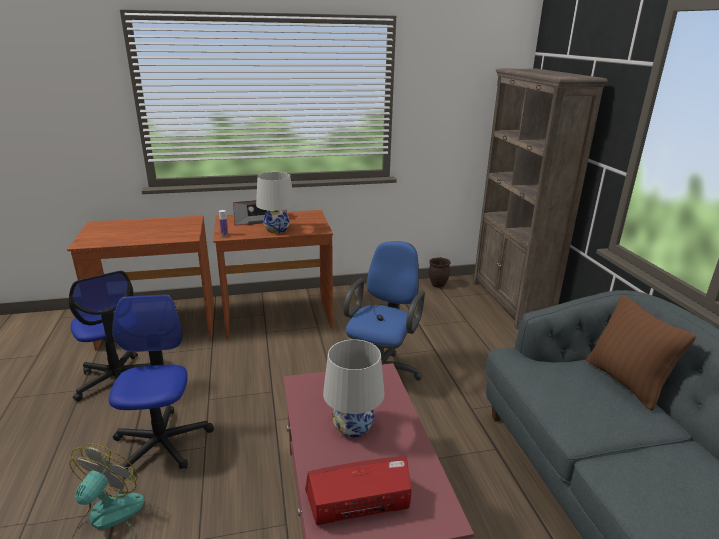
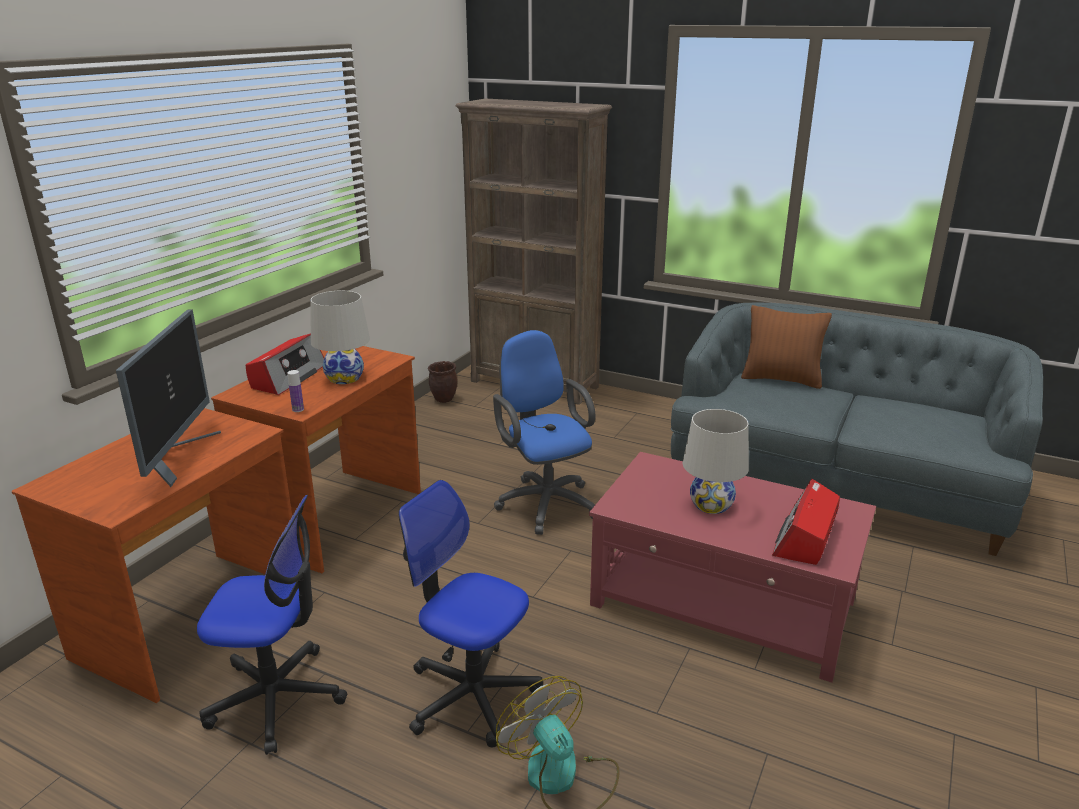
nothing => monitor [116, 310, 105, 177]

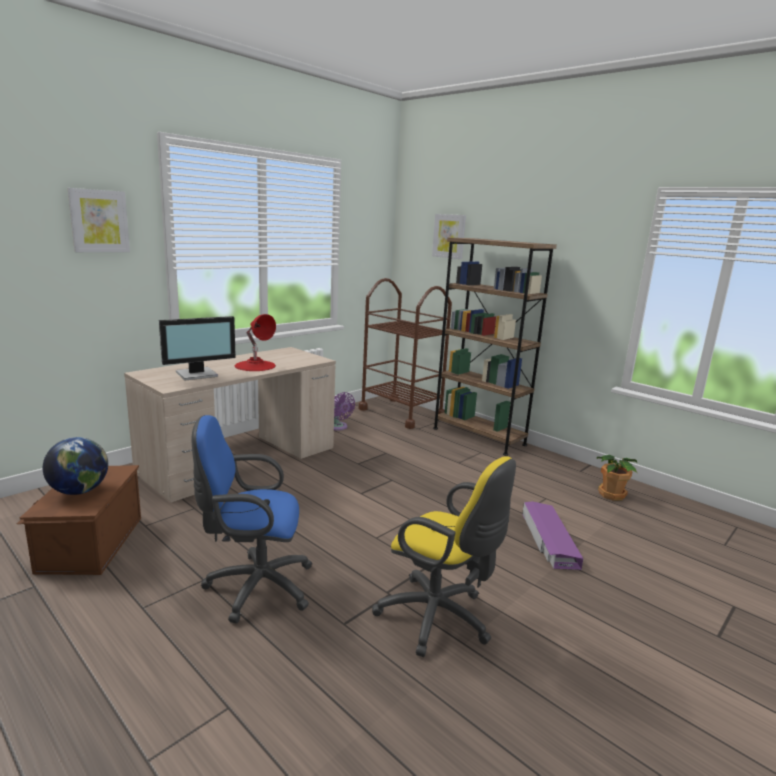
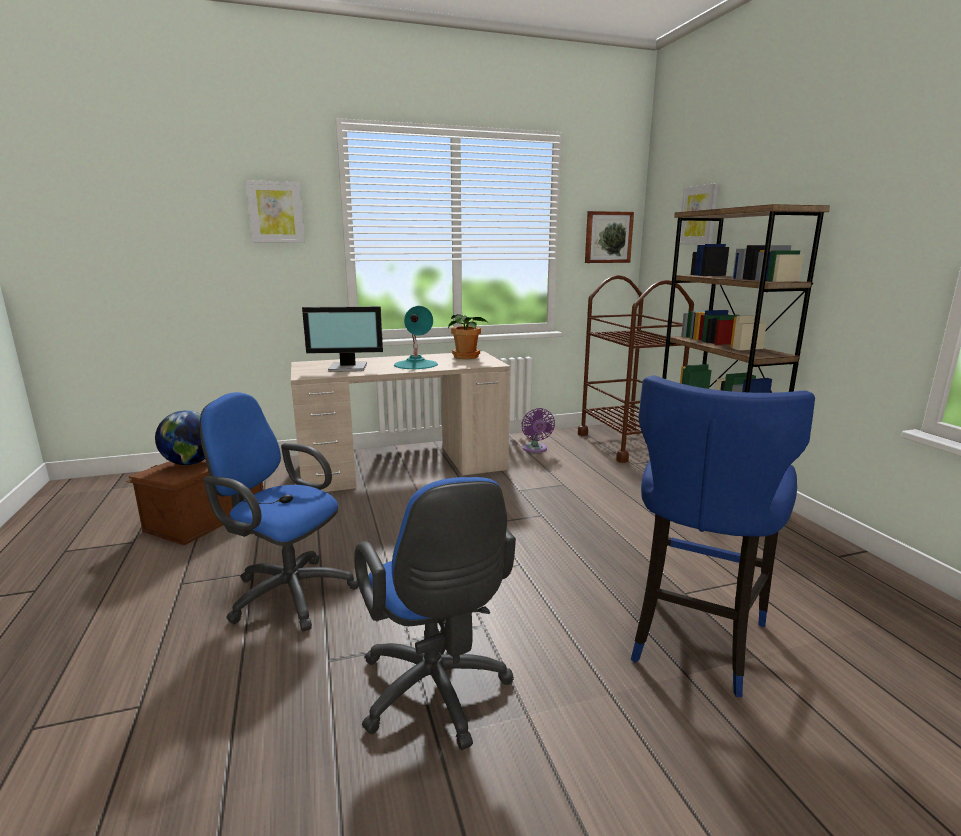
nothing => obraz [585, 211, 49, 52]
roślina doniczkowa [597, 455, 40, 46] => roślina doniczkowa [448, 314, 40, 45], shifted
pojemnik do przechowywania [fioletowy] [522, 501, 61, 69] => stołek [niebieski] [631, 375, 184, 322]
lampa stołowa [czerwony] [235, 314, 41, 57] => lampa stołowa [turkusowy] [394, 306, 44, 63]
krzesło biurowe [żółty] [372, 456, 144, 201] => krzesło biurowe [niebieski] [354, 477, 162, 273]

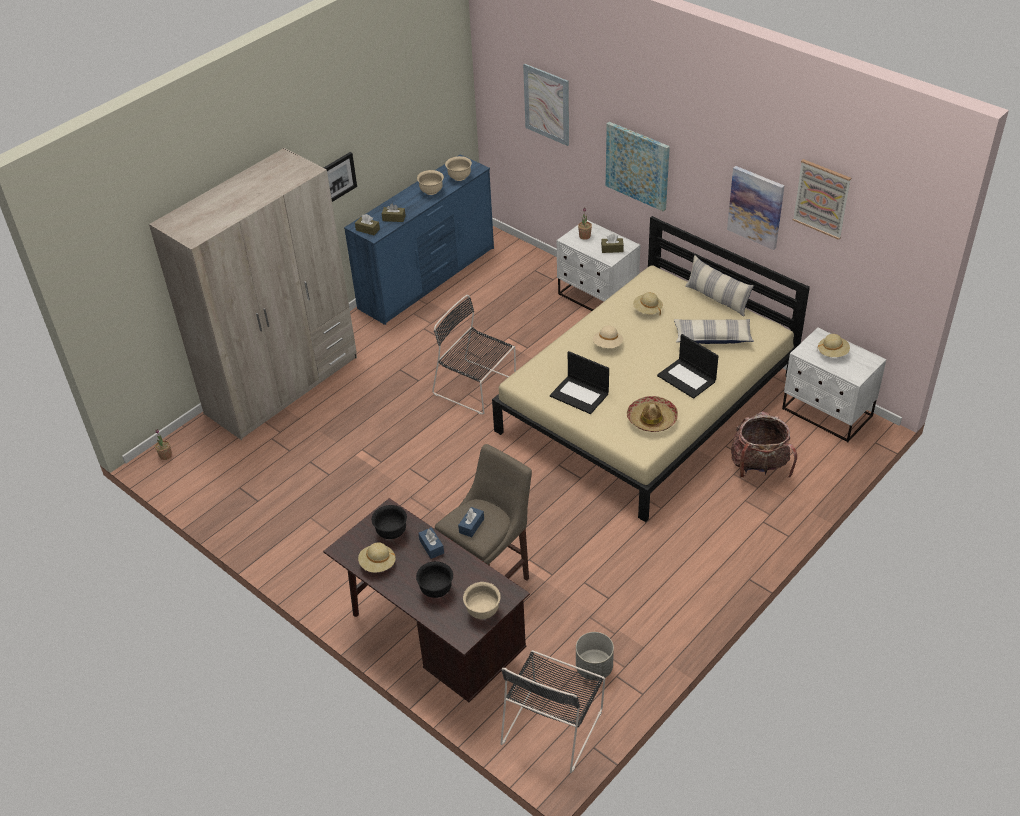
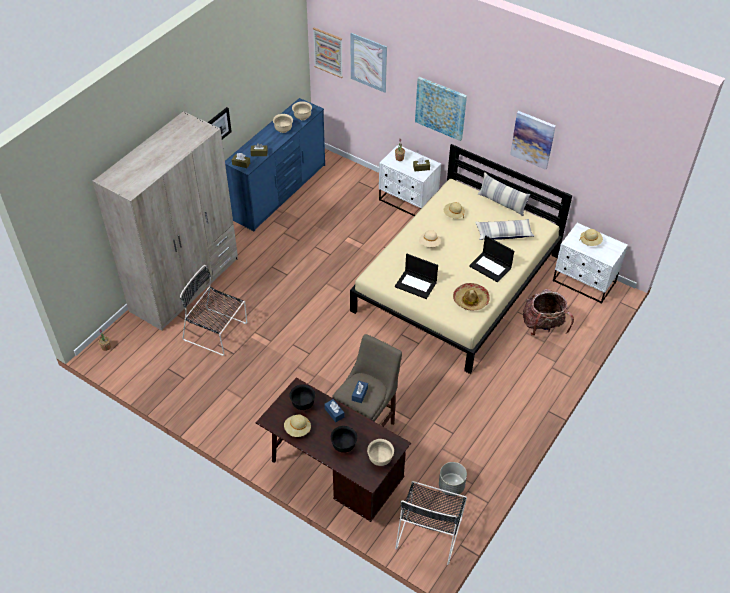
krzesło [czarny] [432, 295, 84, 119] => krzesło [czarny] [180, 265, 67, 91], shifted
obraz [793, 159, 58, 81] => obraz [313, 27, 30, 51], shifted

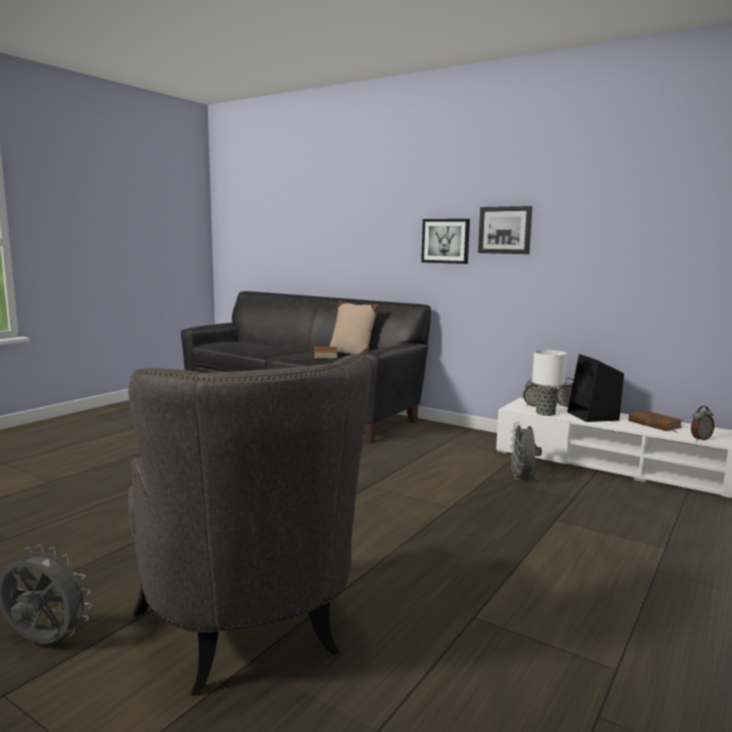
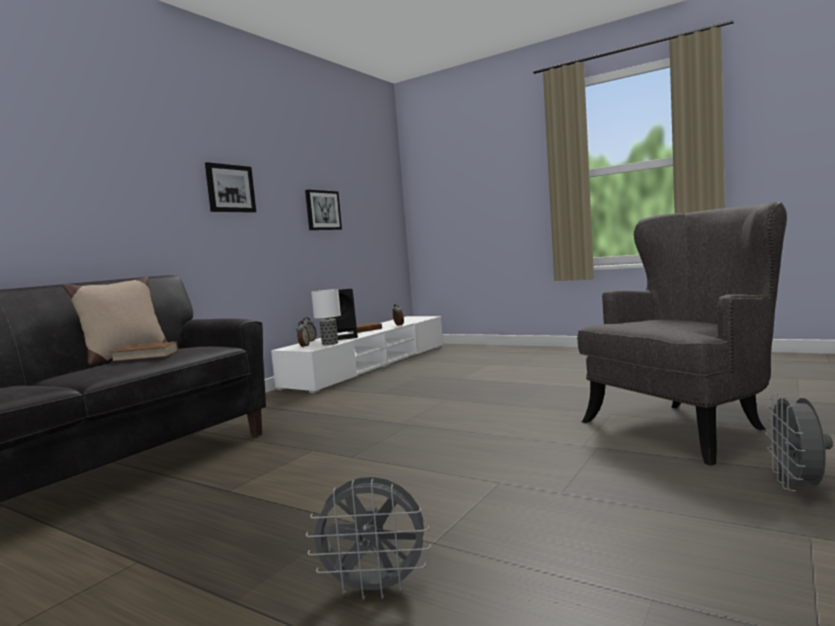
obraz [421, 219, 49, 45] => obraz [305, 190, 37, 40], shifted
wentylator [szary] [510, 422, 32, 58] => wentylator [szary] [306, 477, 125, 123], shifted

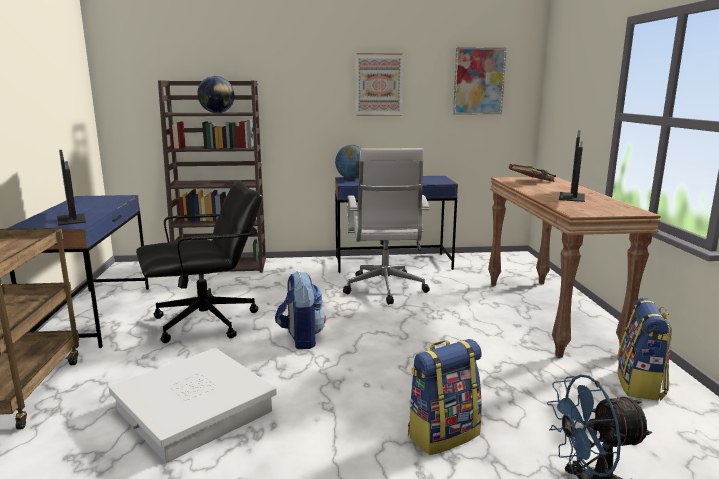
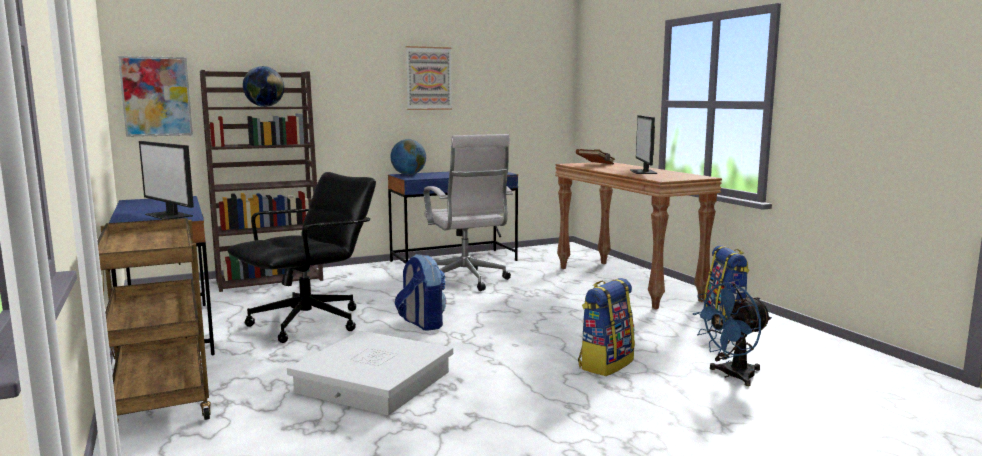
obraz [453, 47, 54, 67] => obraz [118, 56, 75, 81], shifted

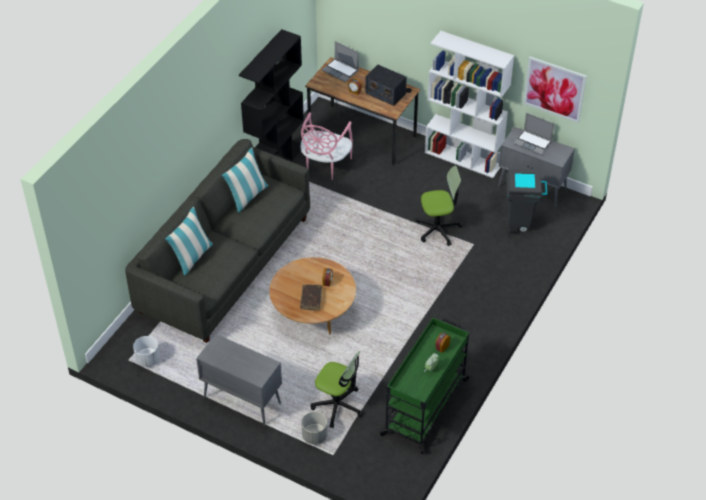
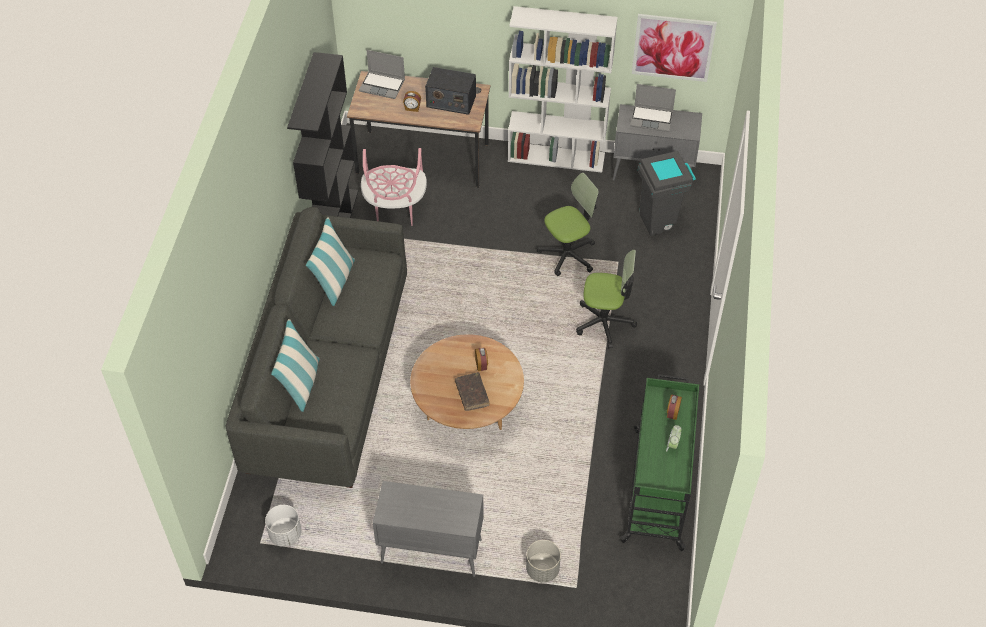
krzesło biurowe [311, 351, 52, 77] => krzesło biurowe [576, 250, 61, 98], shifted

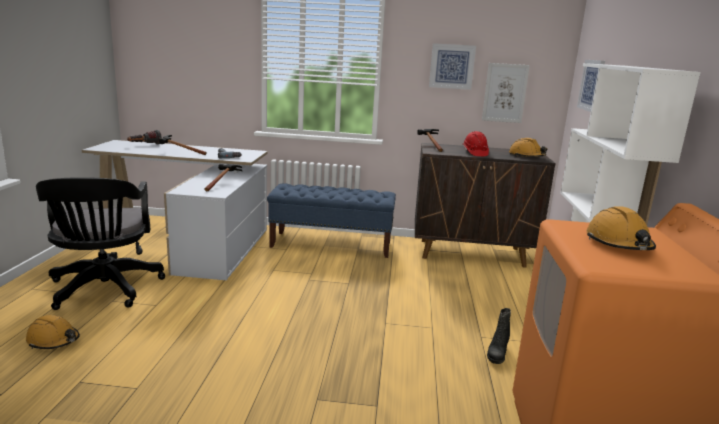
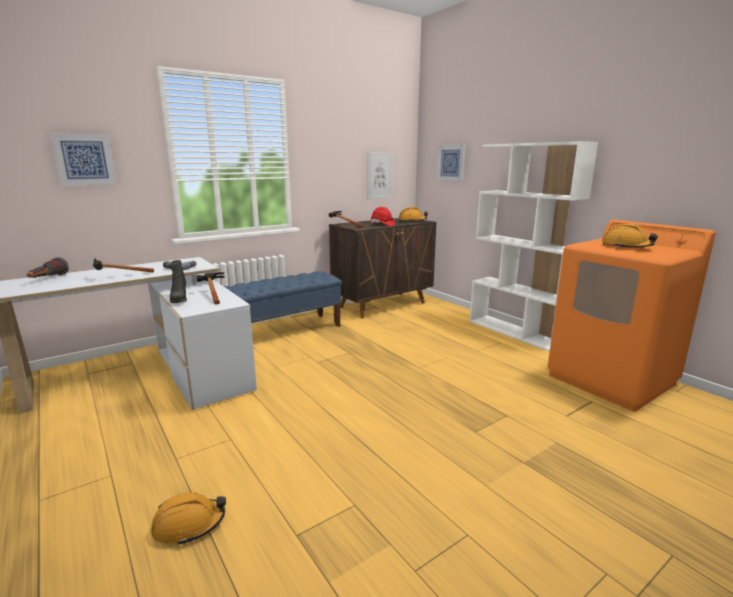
krzesło biurowe [czarny] [36, 177, 129, 133] => nothing
obraz [429, 43, 47, 47] => obraz [50, 133, 67, 53], shifted
but z cholewką [czarny] [487, 308, 24, 56] => but z cholewką [czarny] [170, 260, 17, 43], shifted

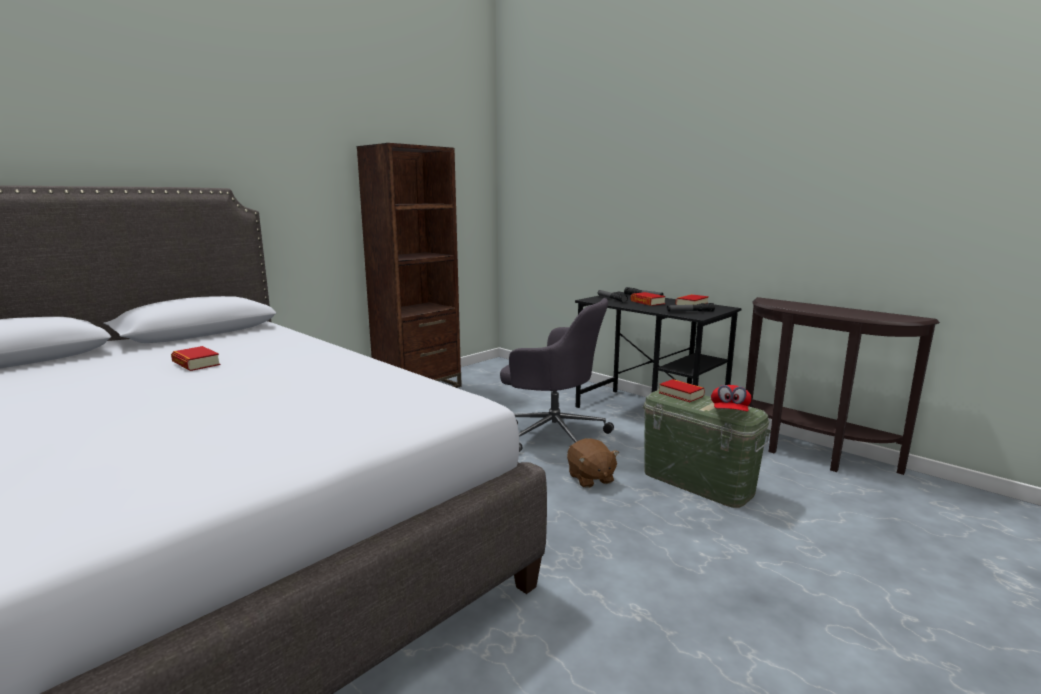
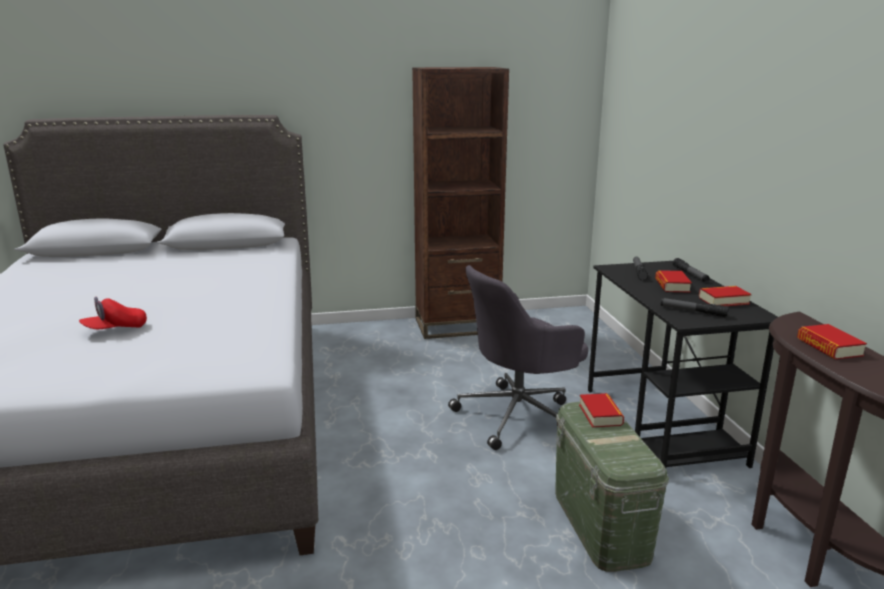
pluszak [brązowy] [567, 438, 52, 50] => nothing
książka [171, 346, 50, 25] => książka [797, 324, 70, 36], shifted
czapka z daszkiem [czerwony] [711, 385, 41, 27] => czapka z daszkiem [czerwony] [79, 297, 68, 32], shifted
krzesło biurowe [szary] [500, 298, 114, 154] => krzesło biurowe [szary] [448, 265, 140, 185], 90 degrees clockwise

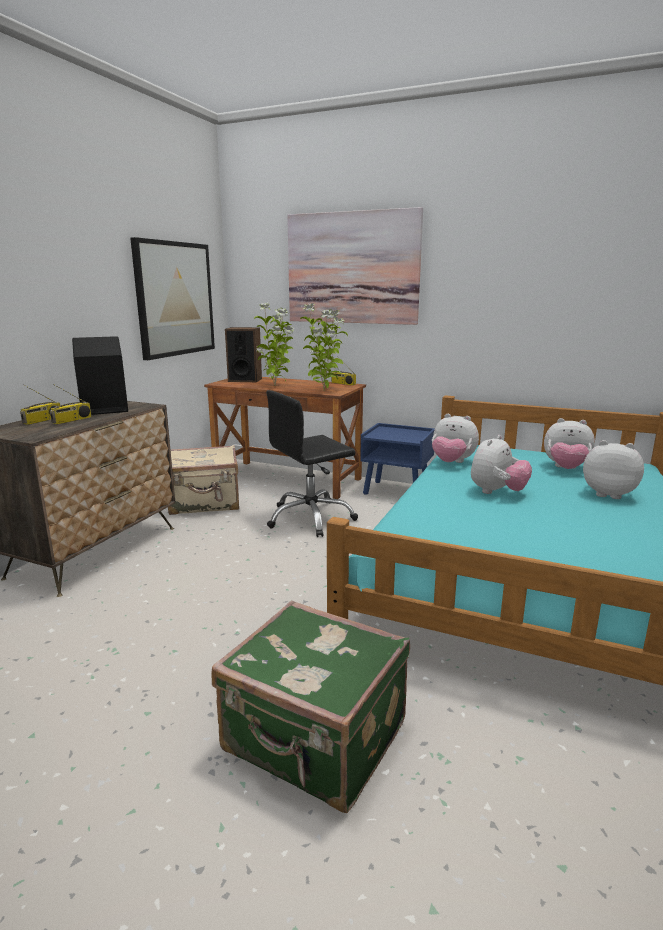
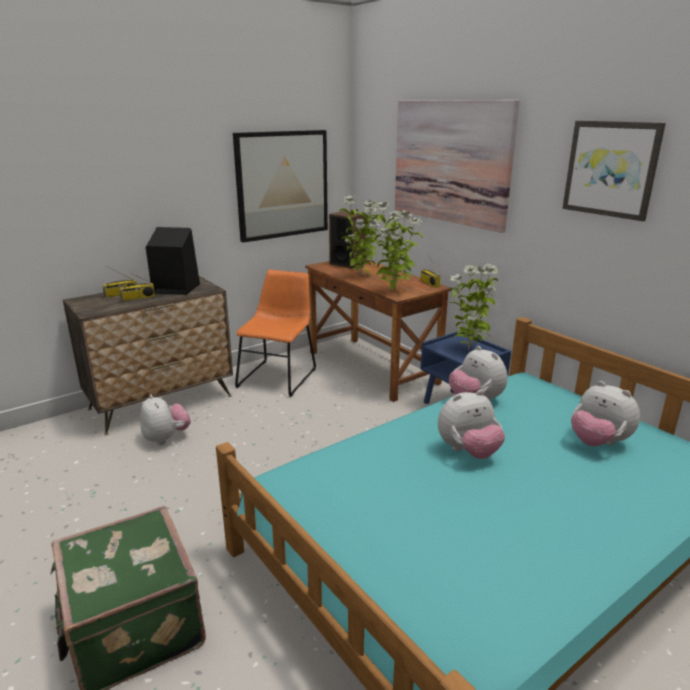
krzesło biurowe [czarny] [266, 390, 92, 147] => nothing
nothing => roślina doniczkowa [449, 264, 49, 87]
nothing => obraz [562, 121, 104, 100]
pluszak [583, 440, 61, 59] => pluszak [140, 394, 51, 51], shifted
walizka [beżowy] [168, 445, 71, 70] => krzesło [pomarańczowy] [235, 270, 81, 127]

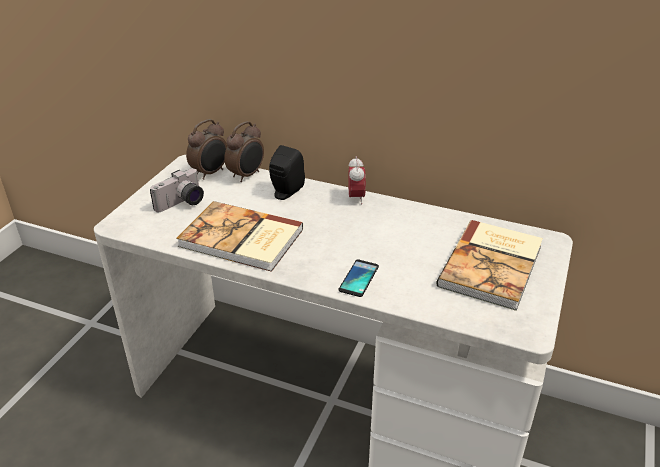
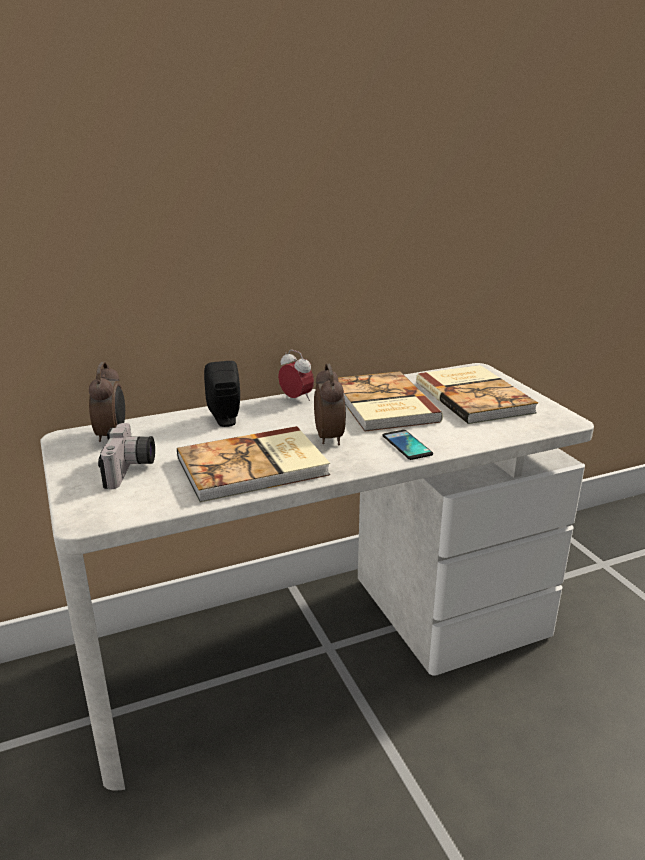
nothing => książka [338, 371, 105, 60]
budzik [224, 121, 40, 61] => budzik [314, 363, 32, 82], shifted

